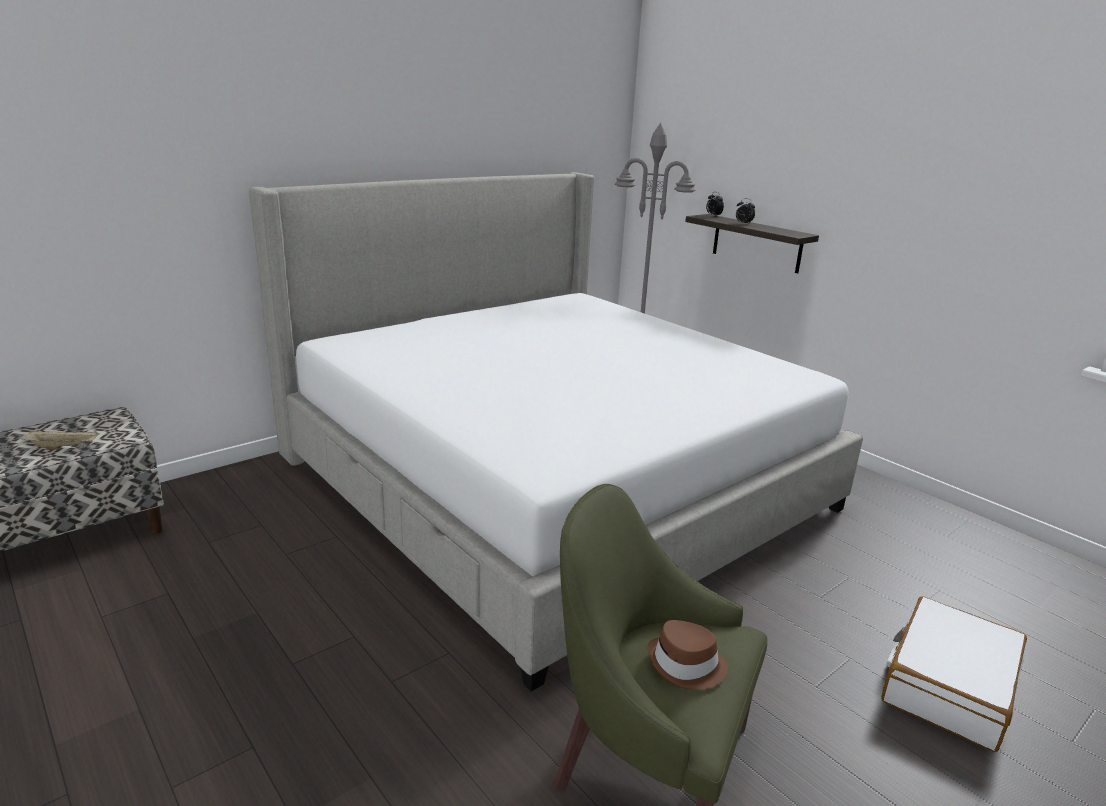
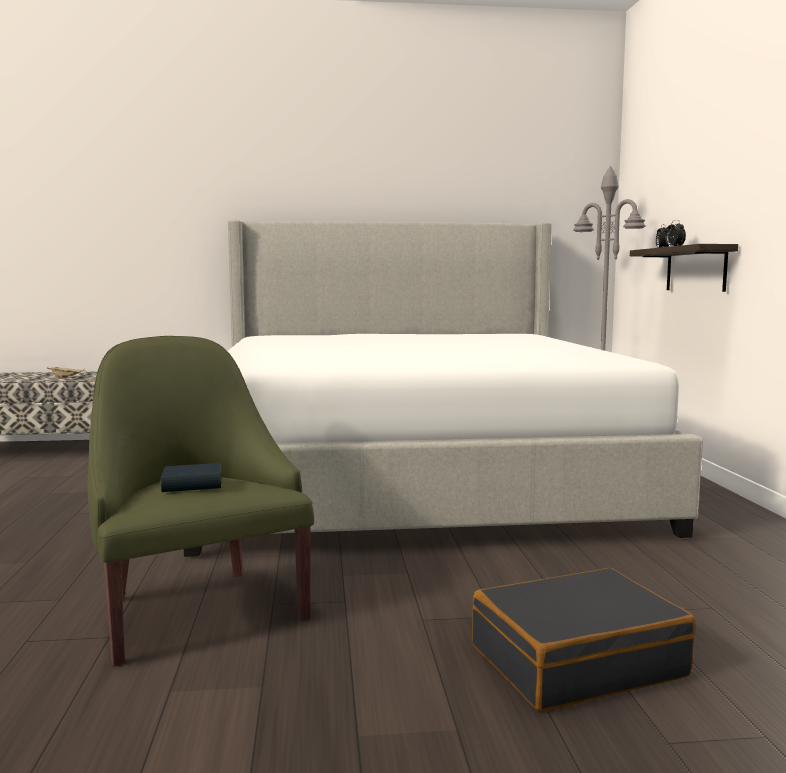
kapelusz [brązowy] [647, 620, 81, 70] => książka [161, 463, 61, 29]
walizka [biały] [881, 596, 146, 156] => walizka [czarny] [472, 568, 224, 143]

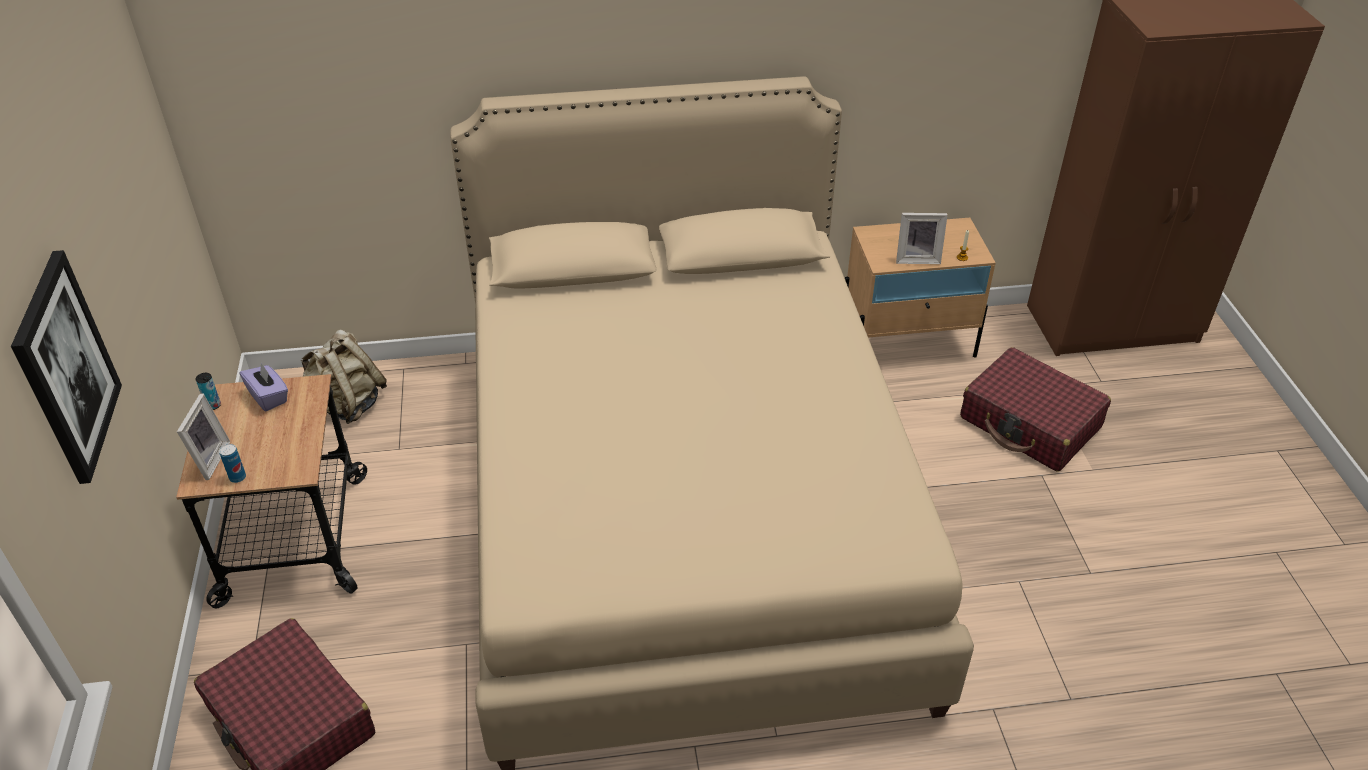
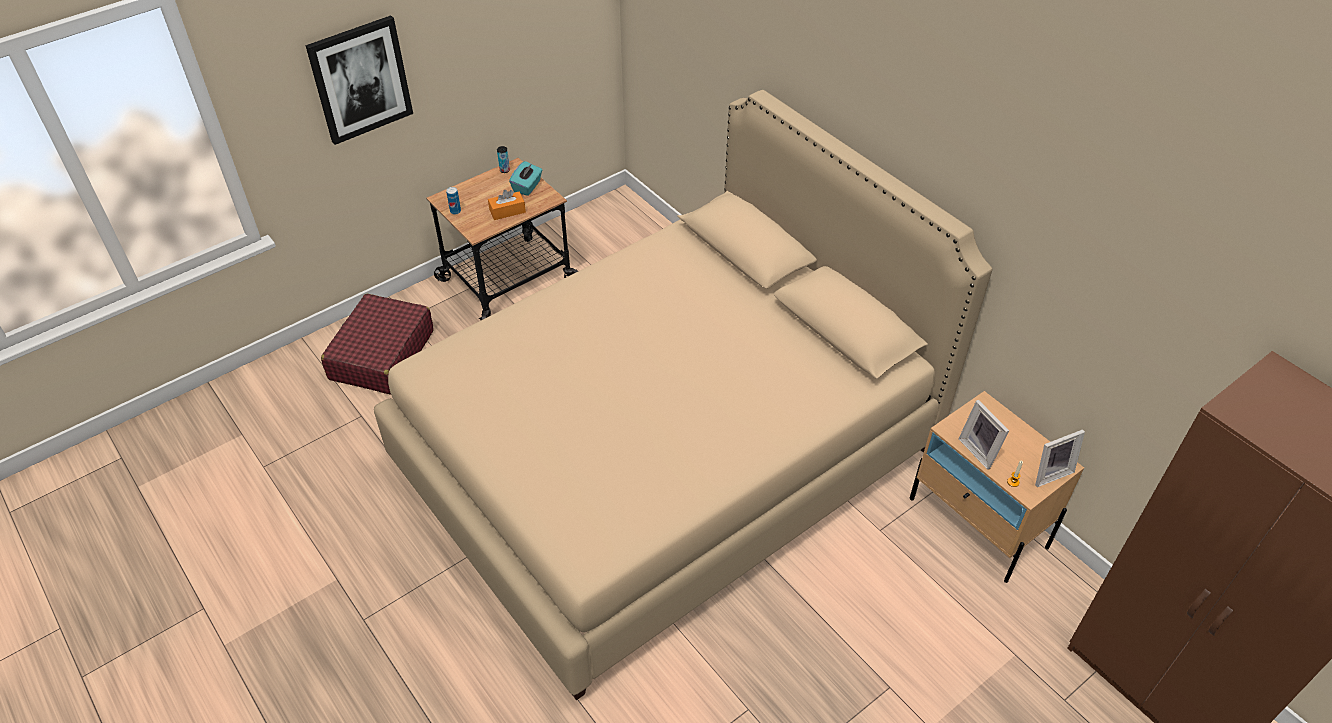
plecak [beżowy] [301, 329, 86, 95] => nothing
walizka [czerwony] [960, 347, 151, 125] => nothing
nothing => pudełko chusteczek [pomarańczowy] [488, 190, 38, 30]
ramka na zdjęcie [177, 393, 53, 87] => ramka na zdjęcie [1035, 429, 50, 58], shifted
pudełko chusteczek [fioletowy] [240, 362, 48, 49] => pudełko chusteczek [turkusowy] [509, 161, 33, 35]

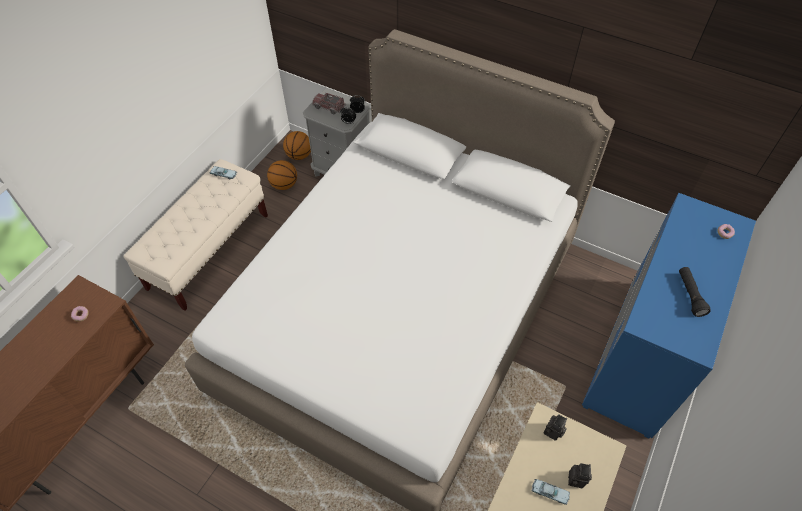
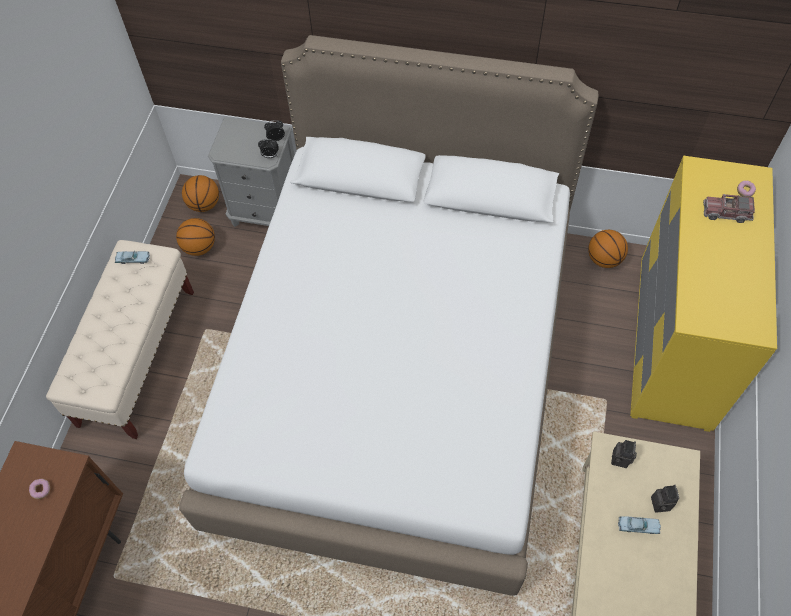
latarka [czarny] [679, 267, 32, 50] => nothing
nothing => piłka do koszykówki [588, 230, 40, 38]
ciężarówka zabawkowa [312, 93, 34, 21] => ciężarówka zabawkowa [703, 194, 52, 29], shifted
komoda [niebieski] [582, 193, 174, 246] => komoda [żółty] [630, 156, 147, 276]

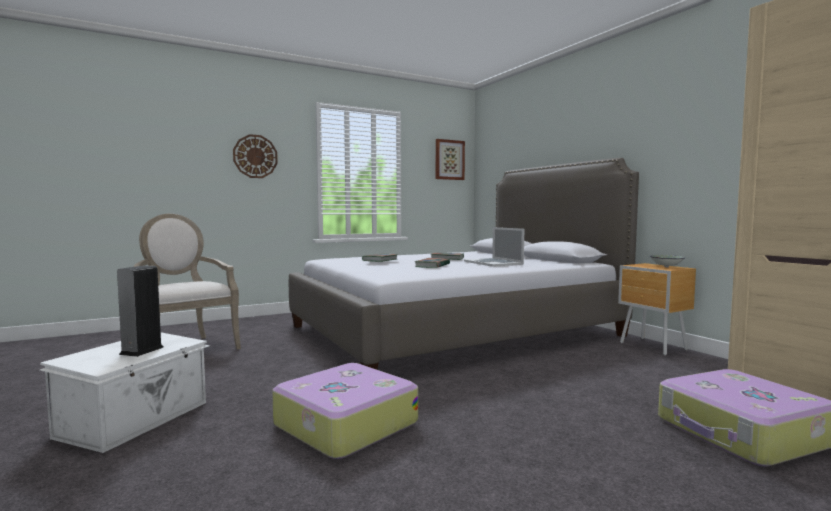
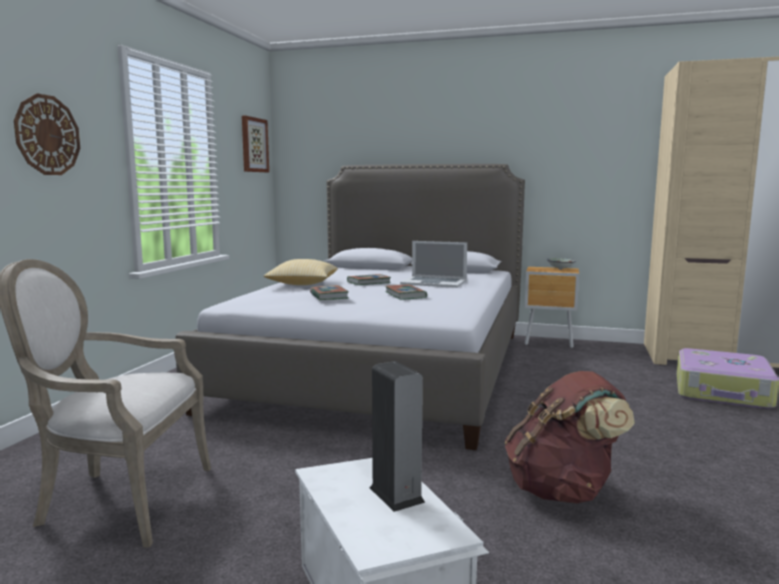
nothing => poduszka [264, 259, 74, 26]
walizka [272, 363, 146, 96] => plecak [brązowy] [505, 371, 130, 133]

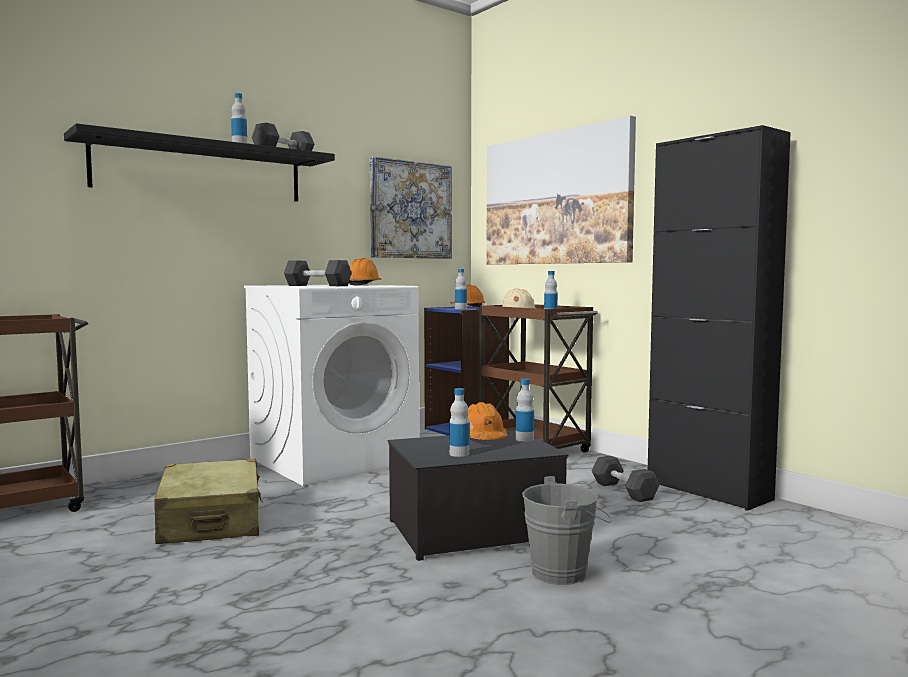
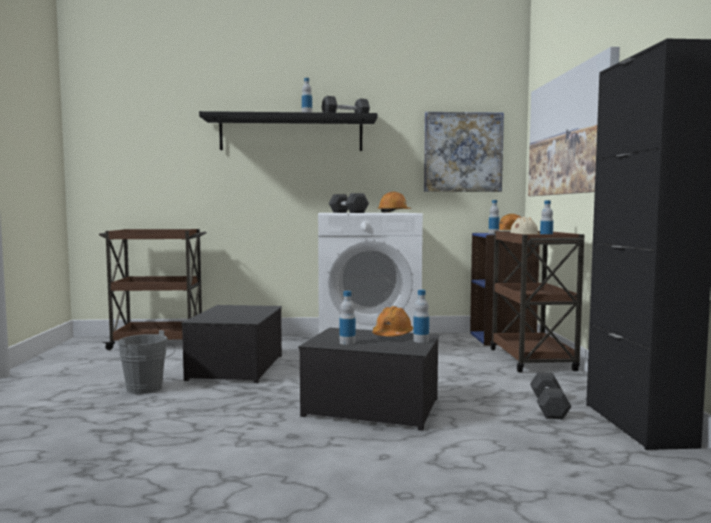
wiadro [szary] [522, 476, 89, 109] => wiadro [szary] [117, 330, 58, 64], shifted
walizka [beżowy] [155, 459, 108, 85] => pojemnik do przechowywania [181, 305, 101, 78]

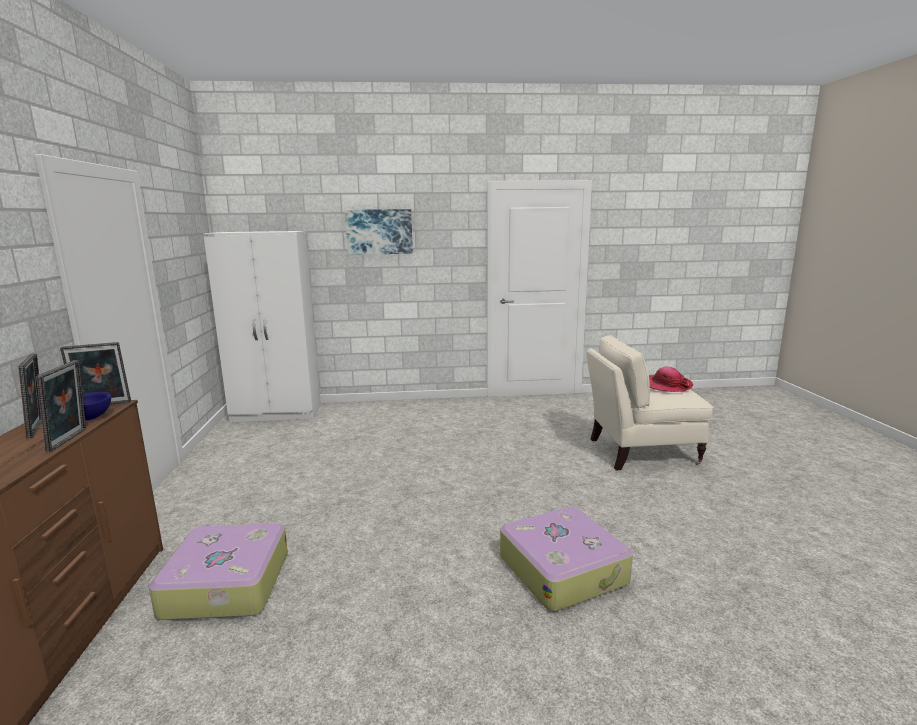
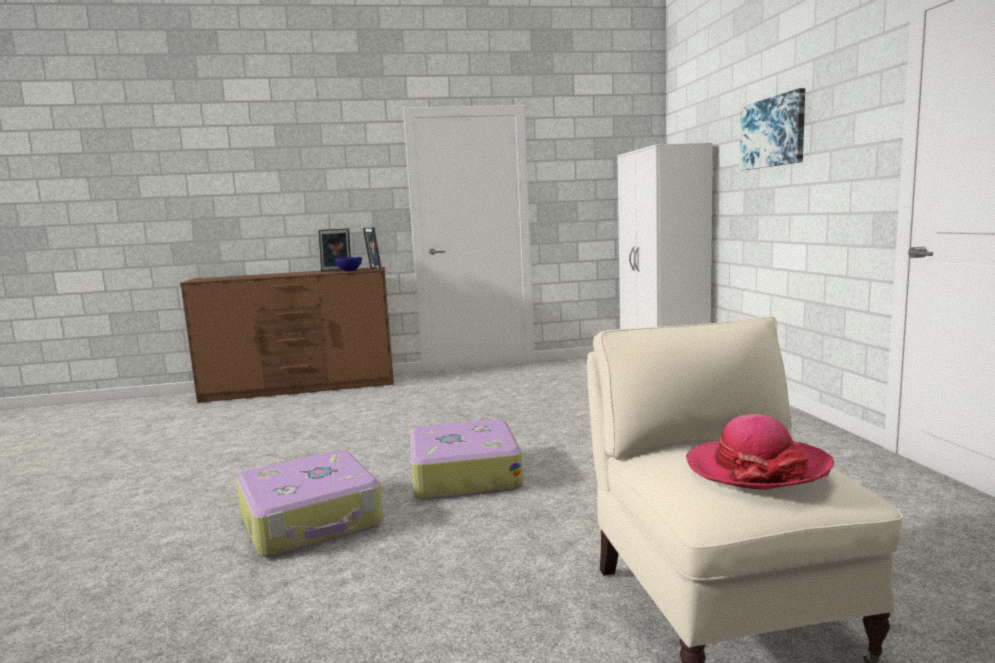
ramka na zdjęcie [36, 360, 50, 92] => nothing
walizka [148, 523, 140, 97] => walizka [410, 419, 113, 81], shifted

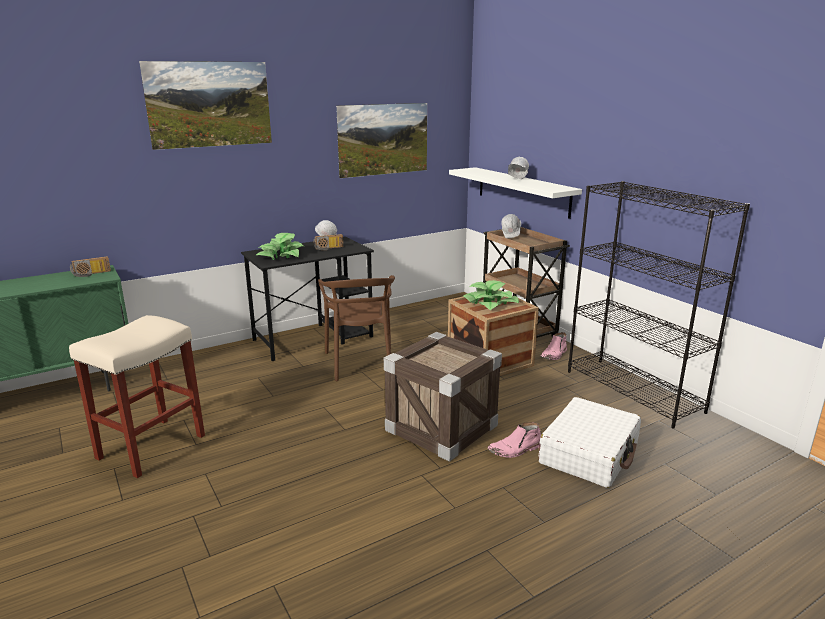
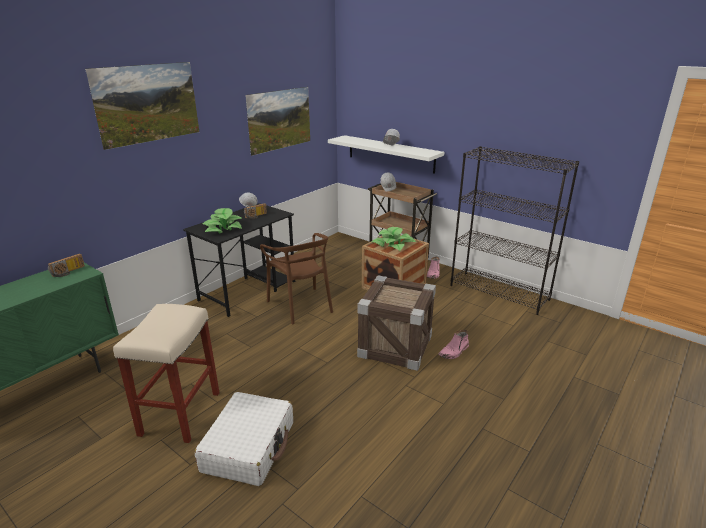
walizka [biały] [539, 397, 102, 91] => walizka [biały] [194, 392, 99, 94], shifted

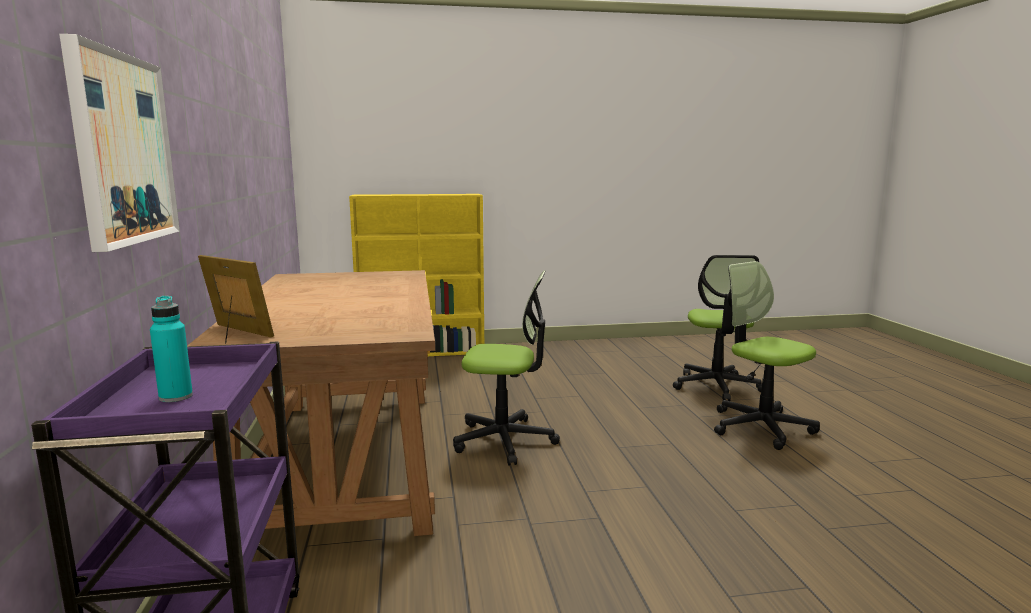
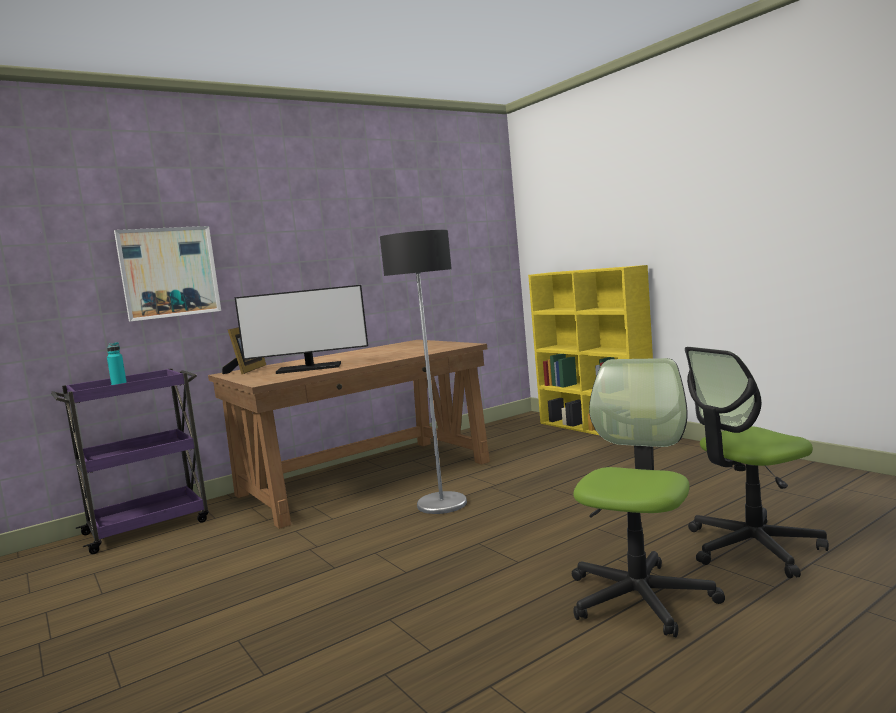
nothing => monitor [234, 285, 134, 89]
krzesło biurowe [453, 270, 107, 196] => lampa stojąca [380, 230, 87, 284]

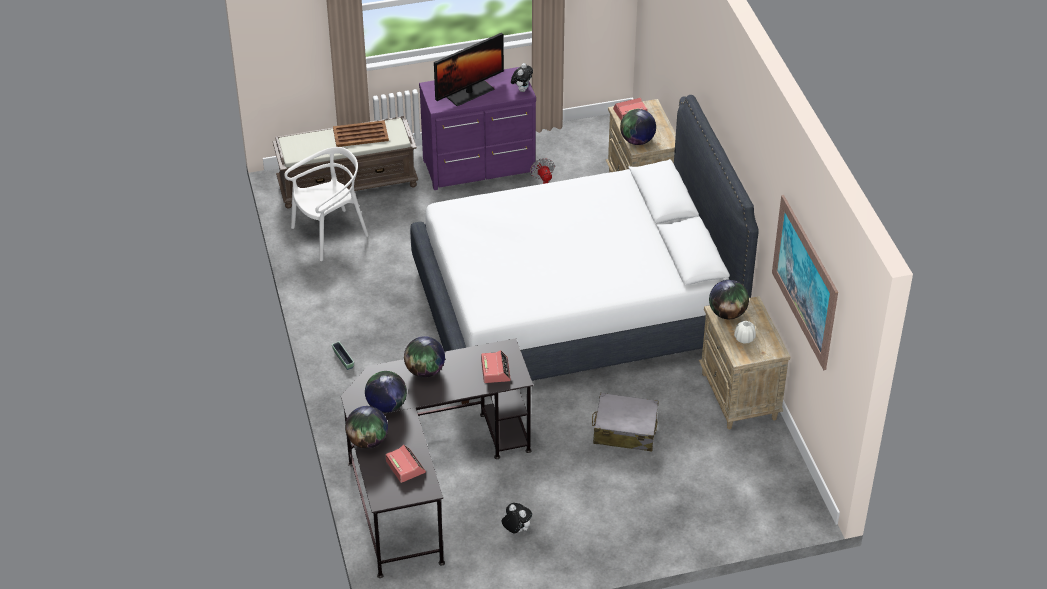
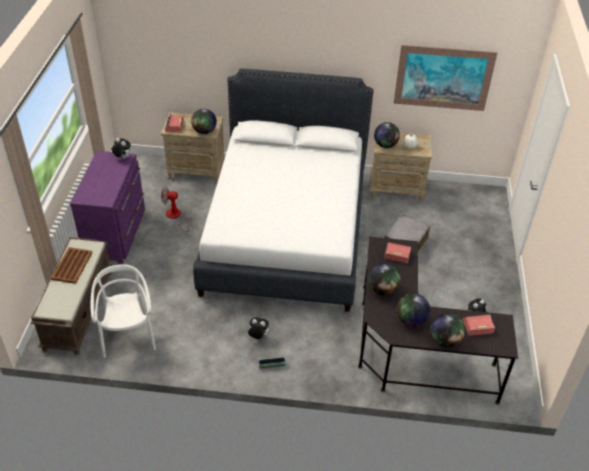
monitor [434, 33, 70, 73] => nothing
nothing => pluszak [248, 317, 21, 22]

